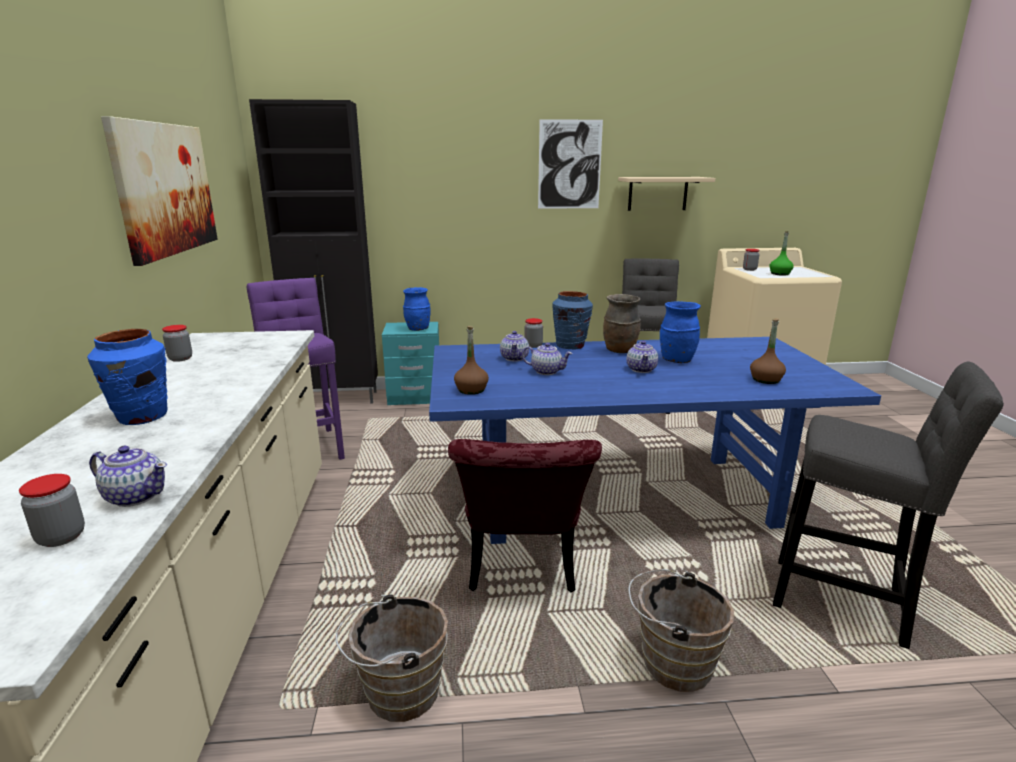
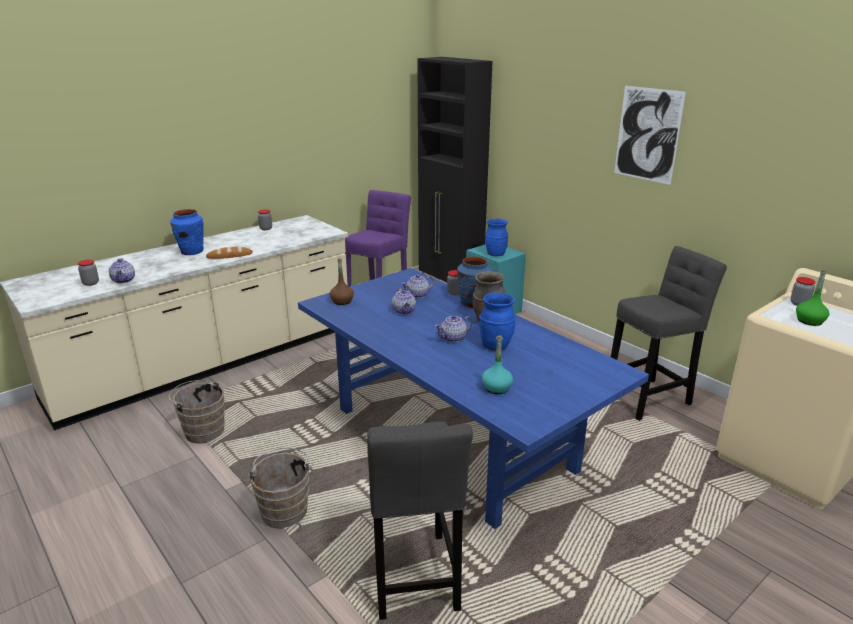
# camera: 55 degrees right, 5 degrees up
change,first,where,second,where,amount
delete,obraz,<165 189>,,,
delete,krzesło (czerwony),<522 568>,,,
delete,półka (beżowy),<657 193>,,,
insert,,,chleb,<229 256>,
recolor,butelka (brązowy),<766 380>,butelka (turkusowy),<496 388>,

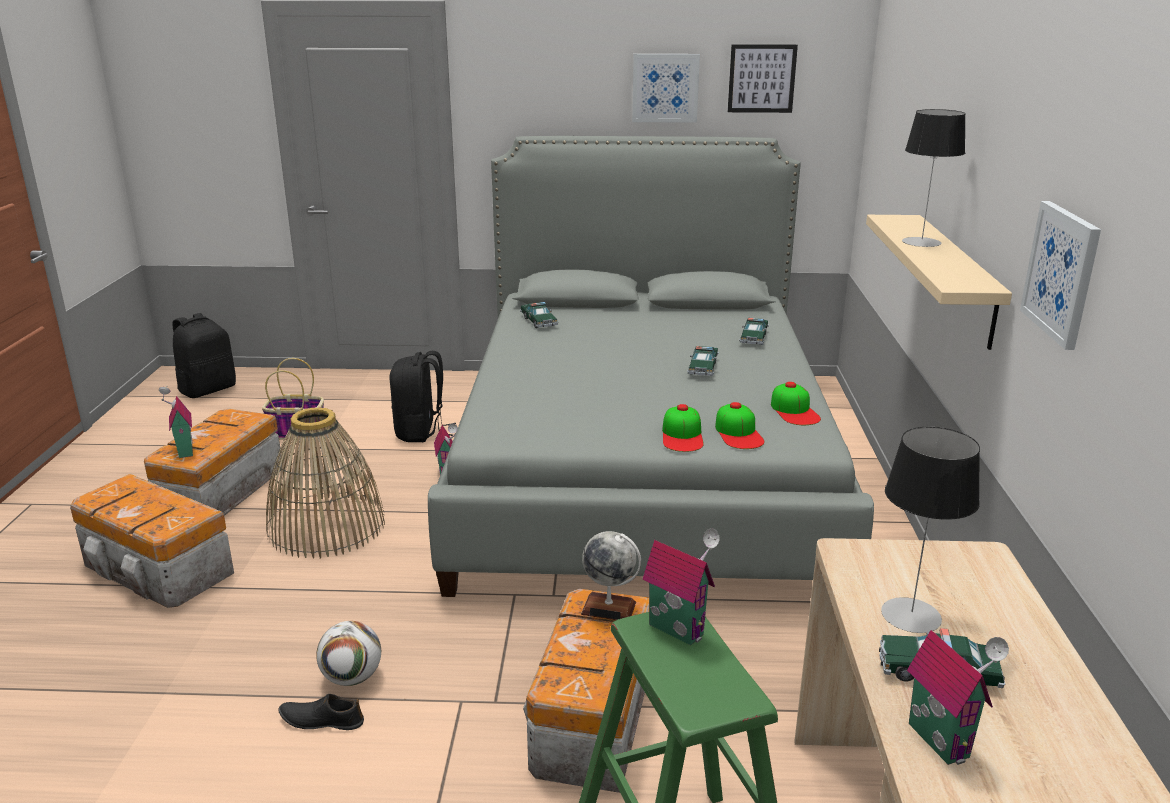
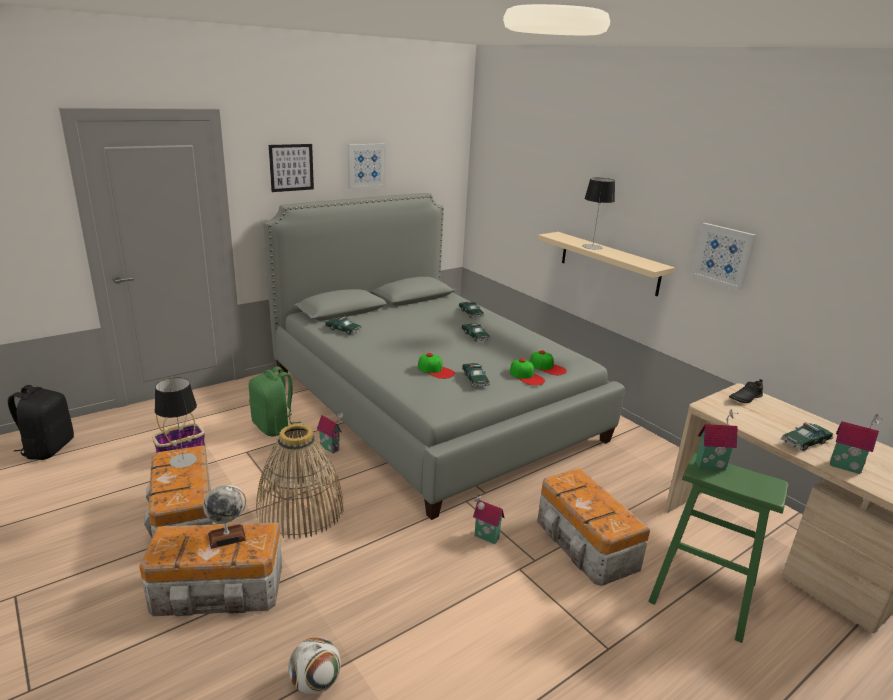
# camera: 40 degrees left, 0 degrees up
change,first,where,second,where,amount
insert,,,samochodzik,<475 379>,
move,domek,<183 451>,,<485 538>,
move,but (czarny),<321 720>,,<745 398>,
move,piłka futbolowa,<352 678>,,<315 683>,
move,globus,<609 608>,,<227 537>,
move,obraz,<761 78>,,<291 167>,
move,czapka z daszkiem,<794 411>,,<435 370>,
move,lampa stołowa,<911 615>,,<183 460>,
recolor,plecak (czarny),<421 432>,plecak (zielony),<274 427>,

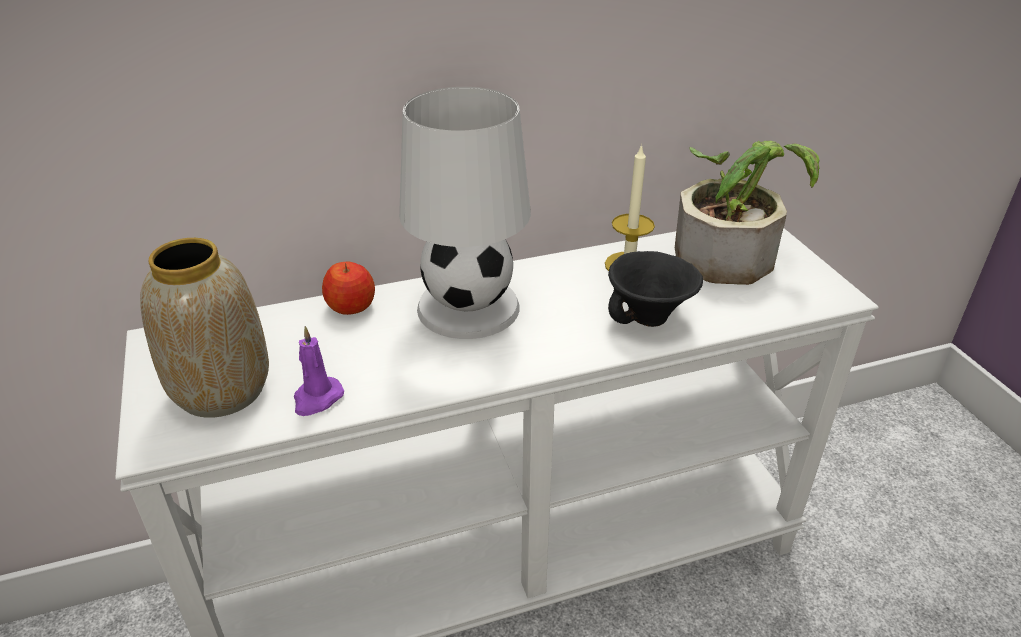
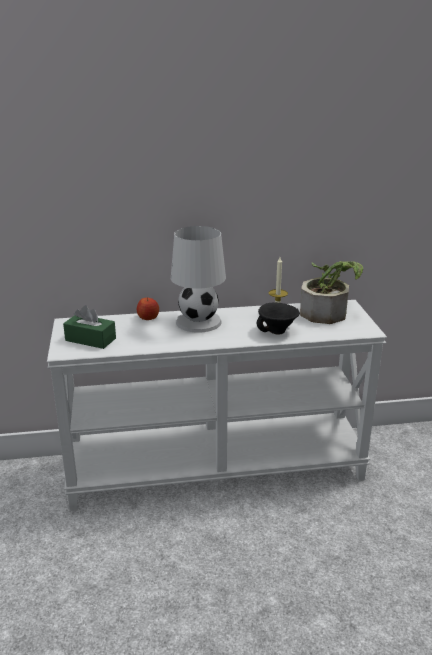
# camera: 10 degrees right, 10 degrees down
change,first,where,second,where,amount
delete,świeca (fioletowy),<317 399>,,,
replace,wazon,<223 390>,pudełko chusteczek (zielony),<90 339>,

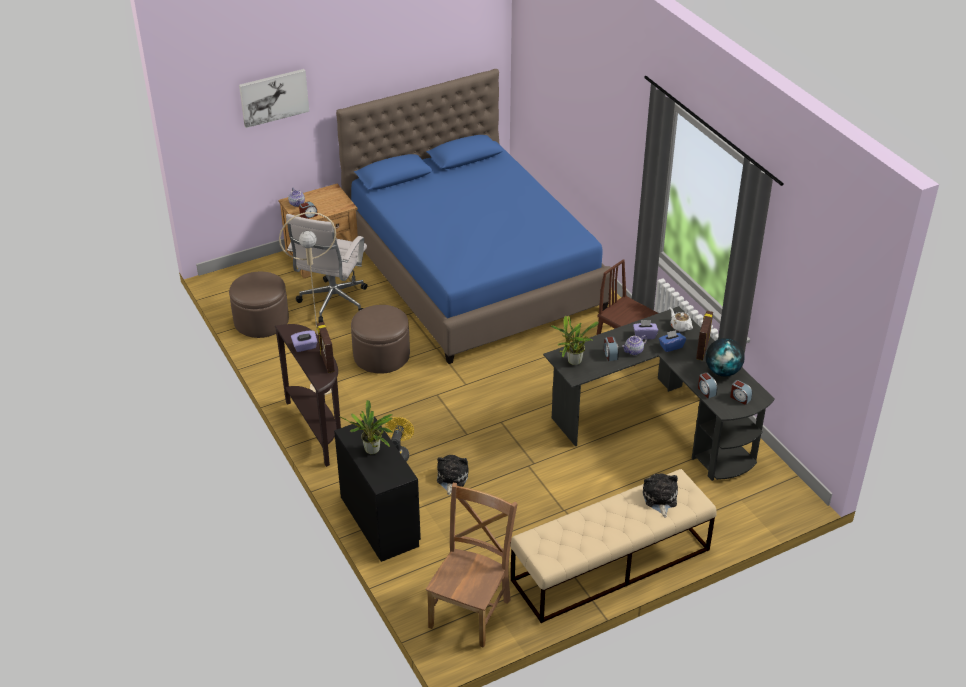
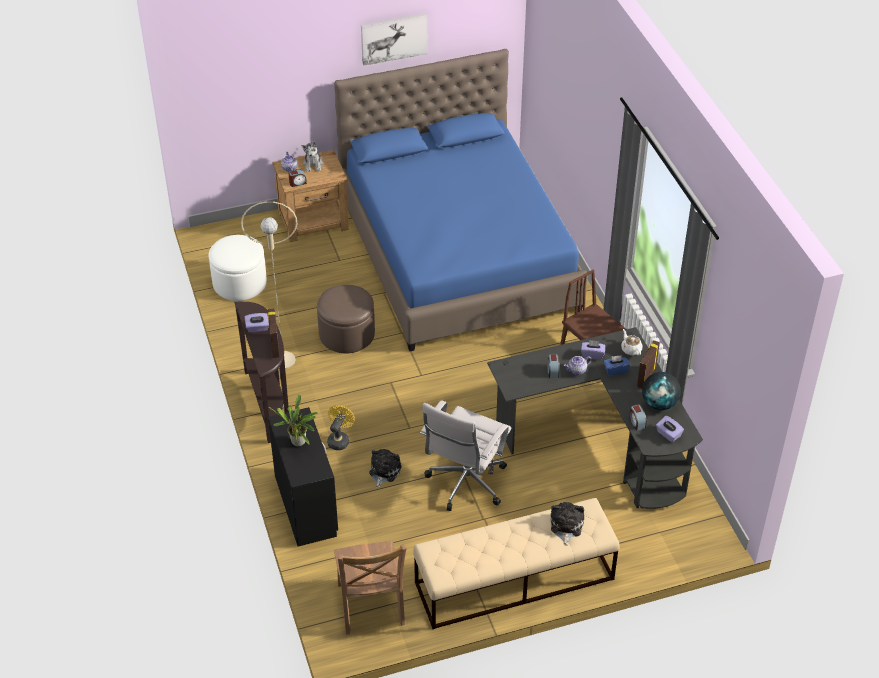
# camera: 10 degrees right, 5 degrees up
change,first,where,second,where,amount
delete,roślina doniczkowa,<573 362>,,,
insert,,,pluszak,<313 164>,
move,obraz,<274 97>,,<393 38>,
move,krzesło biurowe (biały),<332 304>,,<465 484>,
replace,budzik,<740 398>,pudełko chusteczek (fioletowy),<668 434>,
recolor,pufa (brązowy),<261 321>,pufa (biały),<239 283>,
rotate,krzesło (brązowy),<471 610>,,<370 607>,135 degrees clockwise

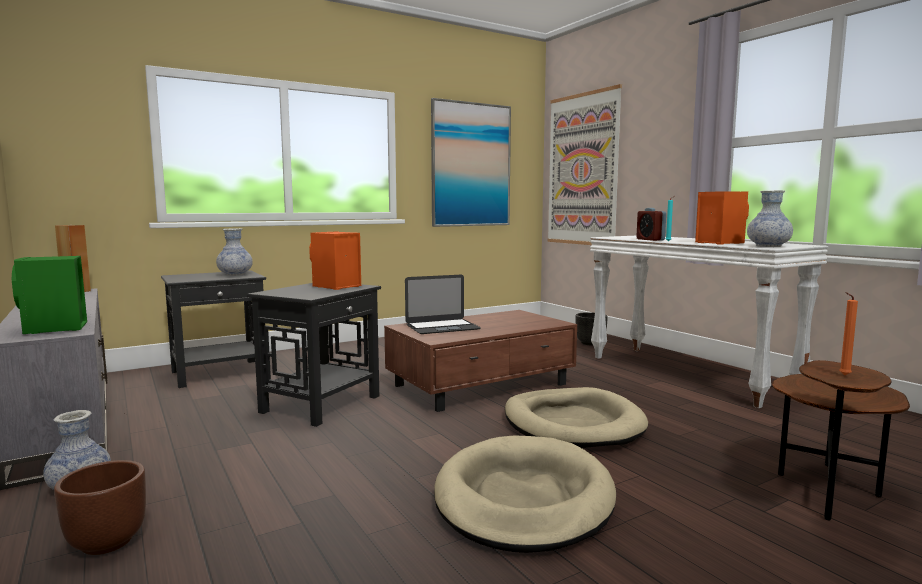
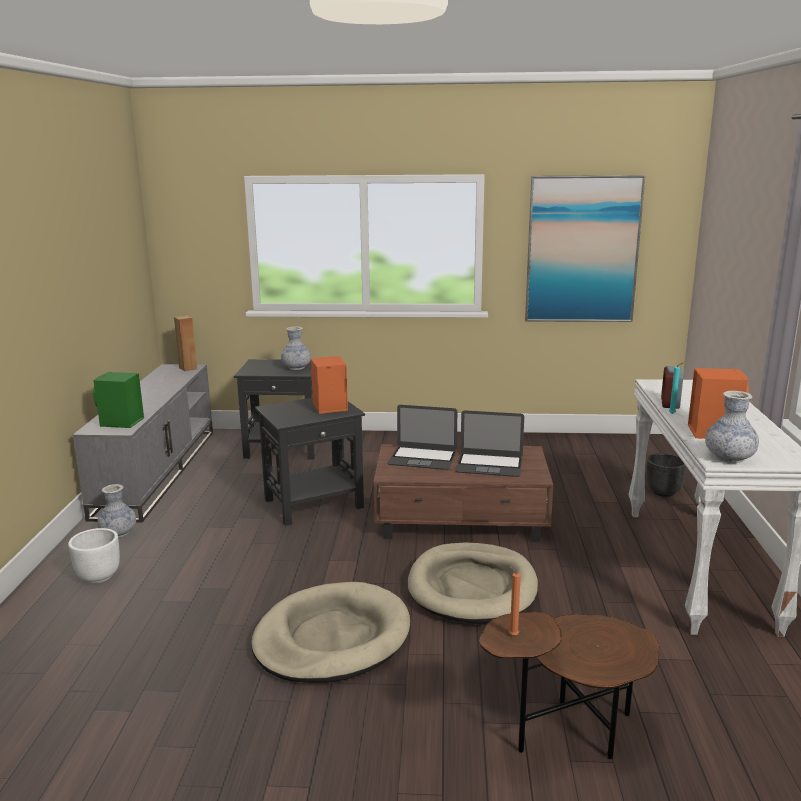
# camera: 35 degrees right, 10 degrees up
change,first,where,second,where,amount
delete,obraz,<582 170>,,,
insert,,,laptop,<489 465>,
recolor,donica (brązowy),<106 542>,donica (biały),<98 576>,

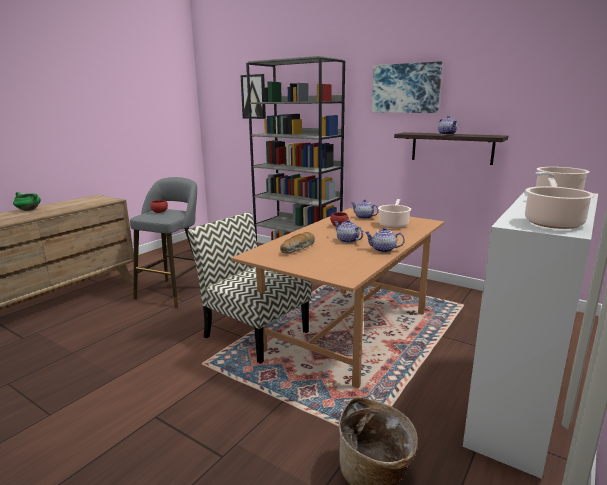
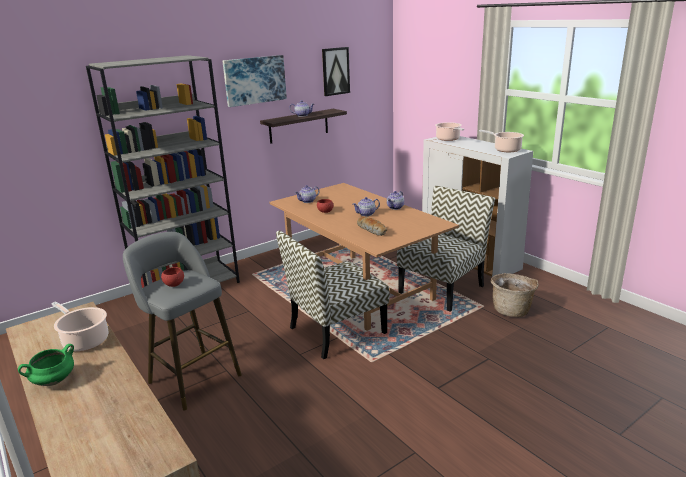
# camera: 70 degrees left, 5 degrees up
change,first,where,second,where,amount
insert,,,krzesło,<442 288>,
move,obraz,<254 96>,,<335 71>,
move,garnek,<393 224>,,<84 340>,

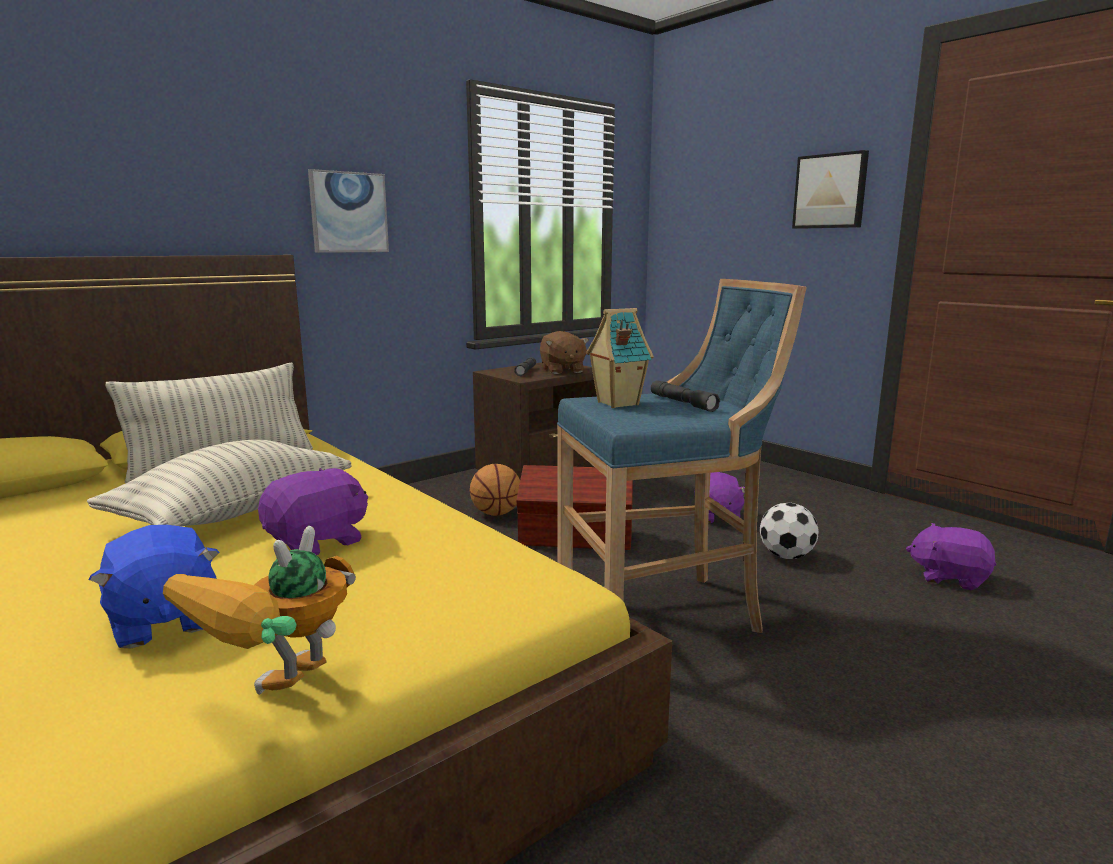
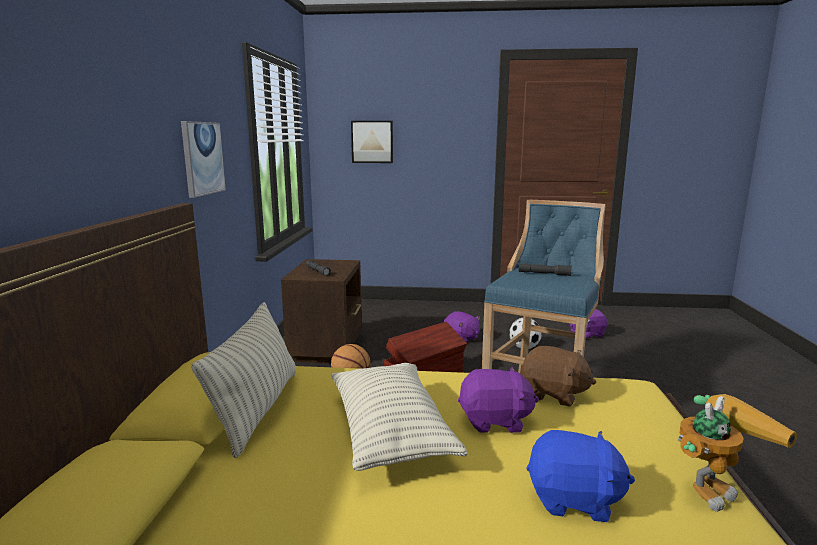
# camera: 45 degrees left, 0 degrees up
change,first,where,second,where,amount
delete,domek,<616 403>,,,
move,pluszak (brązowy),<562 370>,,<554 394>,
move,obraz,<831 191>,,<372 142>,
rotate,robot zabawkowy,<281 701>,,<714 486>,105 degrees counterclockwise
rotate,pluszak (fioletowy),<318 542>,,<495 421>,90 degrees clockwise

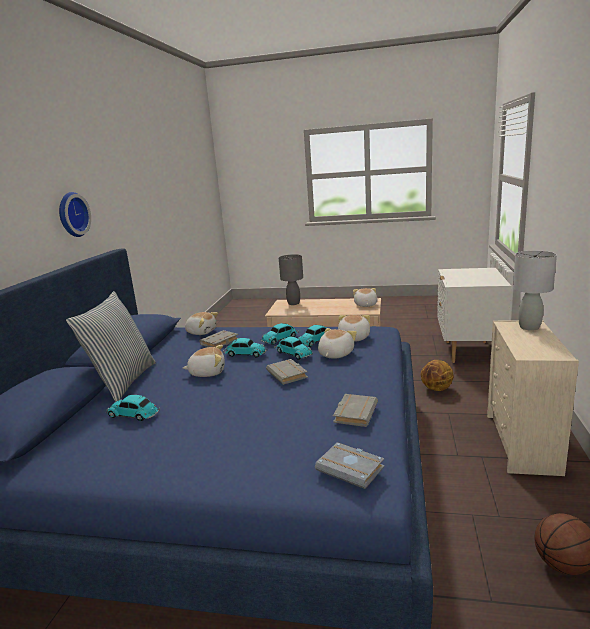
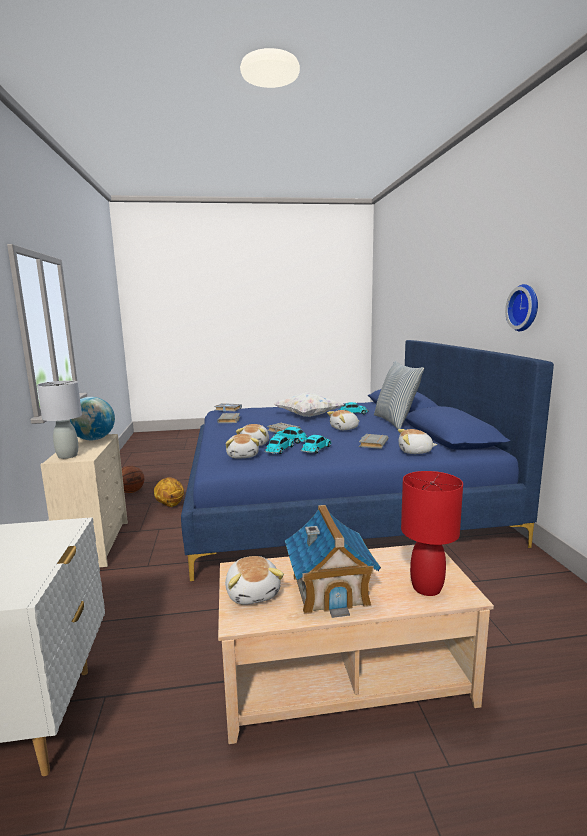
# camera: 160 degrees right, 5 degrees down
change,first,where,second,where,amount
delete,samochodzik,<244 354>,,,
insert,,,globus,<94 439>,
insert,,,poduszka (biały),<307 416>,
insert,,,domek,<330 590>,
move,piłka do koszykówki,<436 389>,,<170 505>,
recolor,lampa stołowa (szary),<293 303>,lampa stołowa (czerwony),<427 588>,

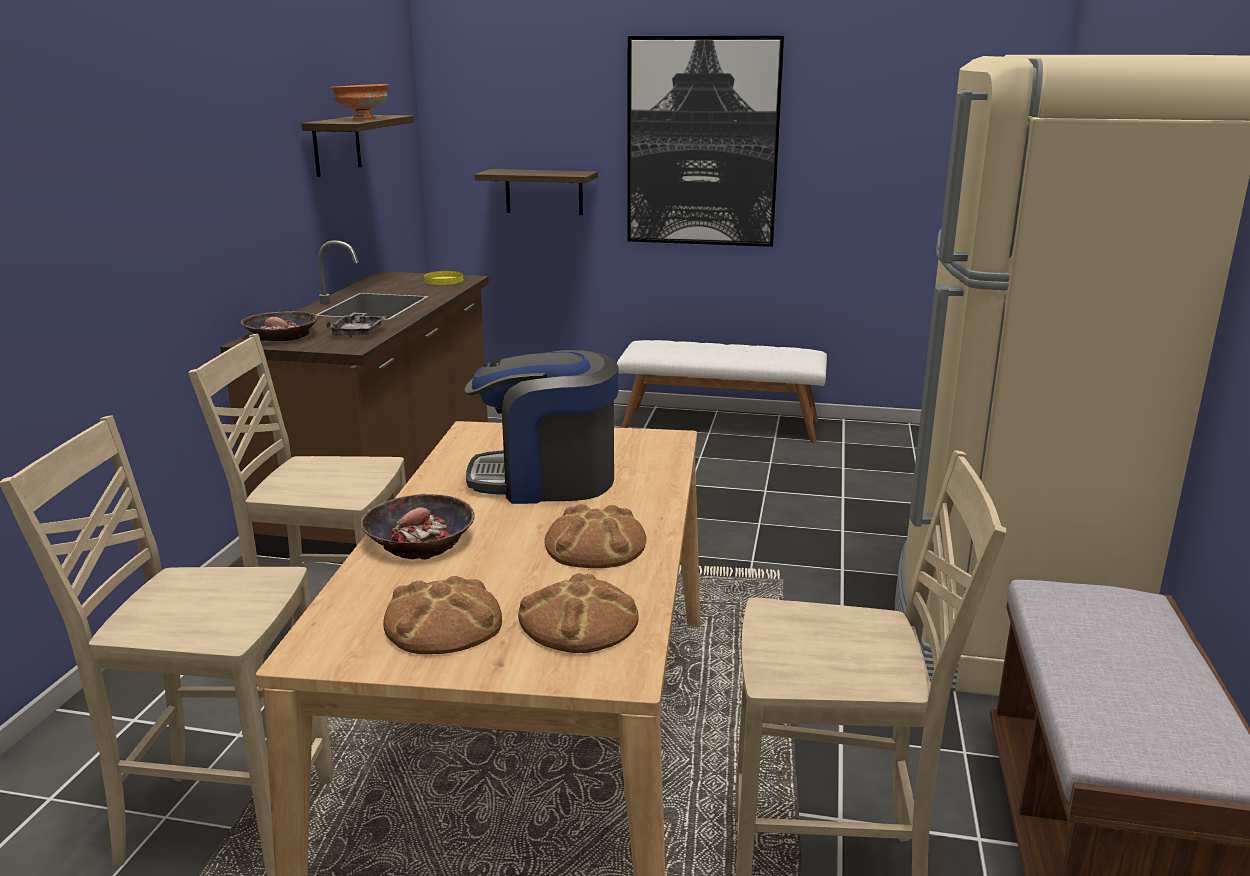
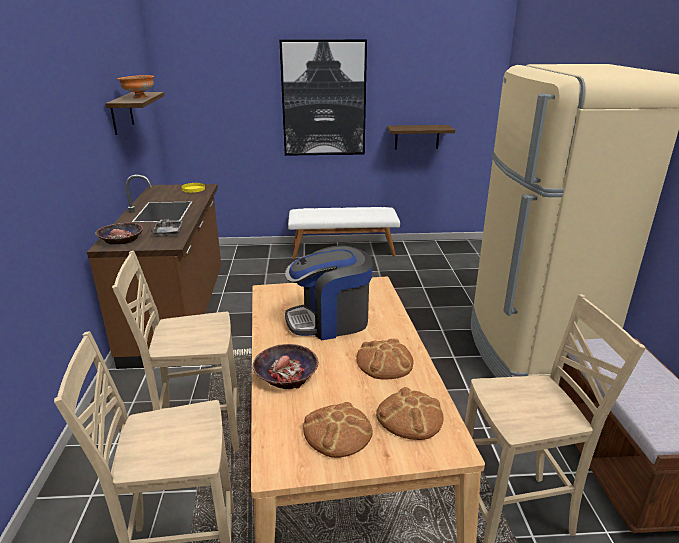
# camera: 15 degrees left, 5 degrees up
change,first,where,second,where,amount
move,półka,<544 192>,,<417 137>,

